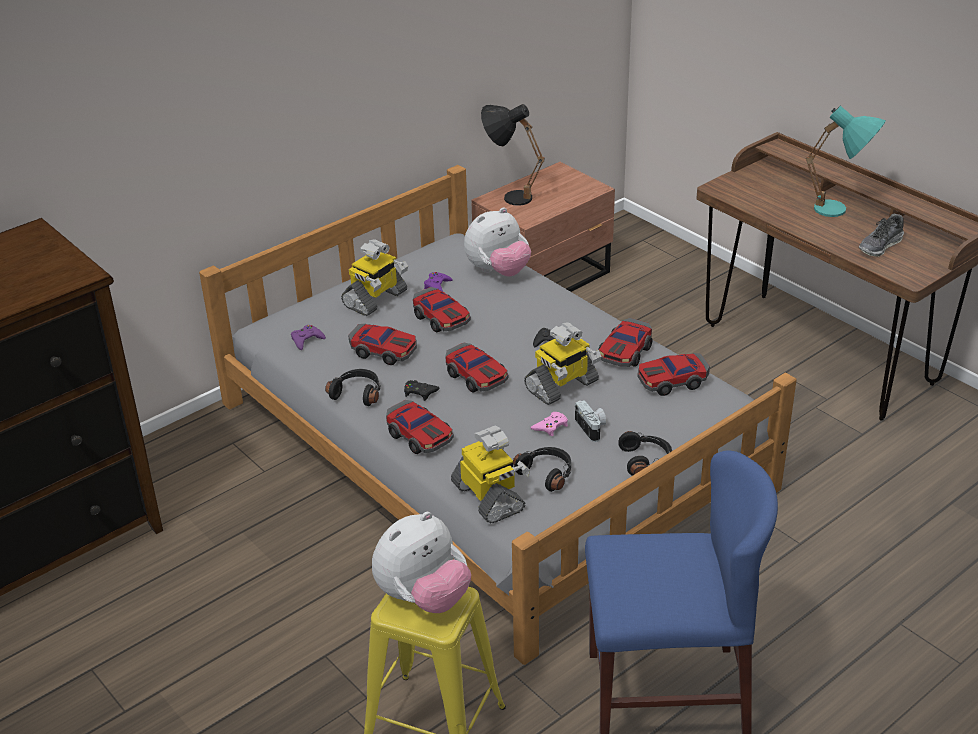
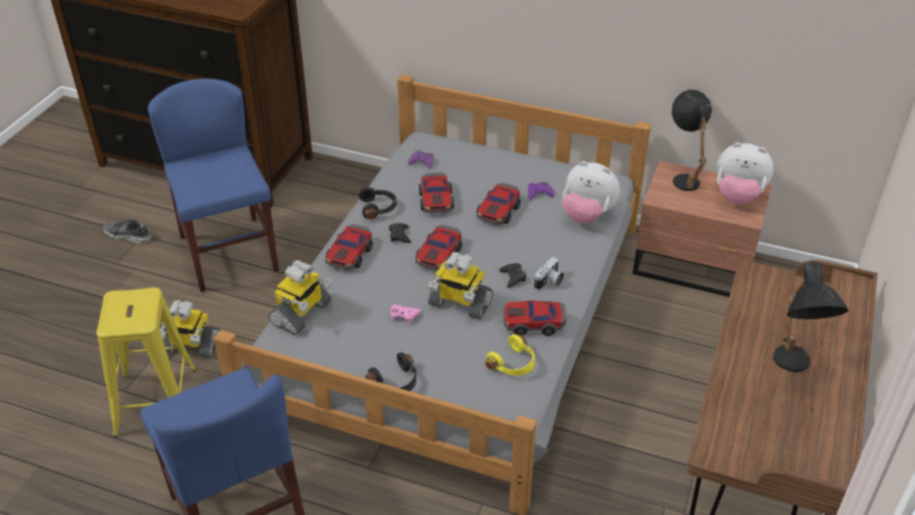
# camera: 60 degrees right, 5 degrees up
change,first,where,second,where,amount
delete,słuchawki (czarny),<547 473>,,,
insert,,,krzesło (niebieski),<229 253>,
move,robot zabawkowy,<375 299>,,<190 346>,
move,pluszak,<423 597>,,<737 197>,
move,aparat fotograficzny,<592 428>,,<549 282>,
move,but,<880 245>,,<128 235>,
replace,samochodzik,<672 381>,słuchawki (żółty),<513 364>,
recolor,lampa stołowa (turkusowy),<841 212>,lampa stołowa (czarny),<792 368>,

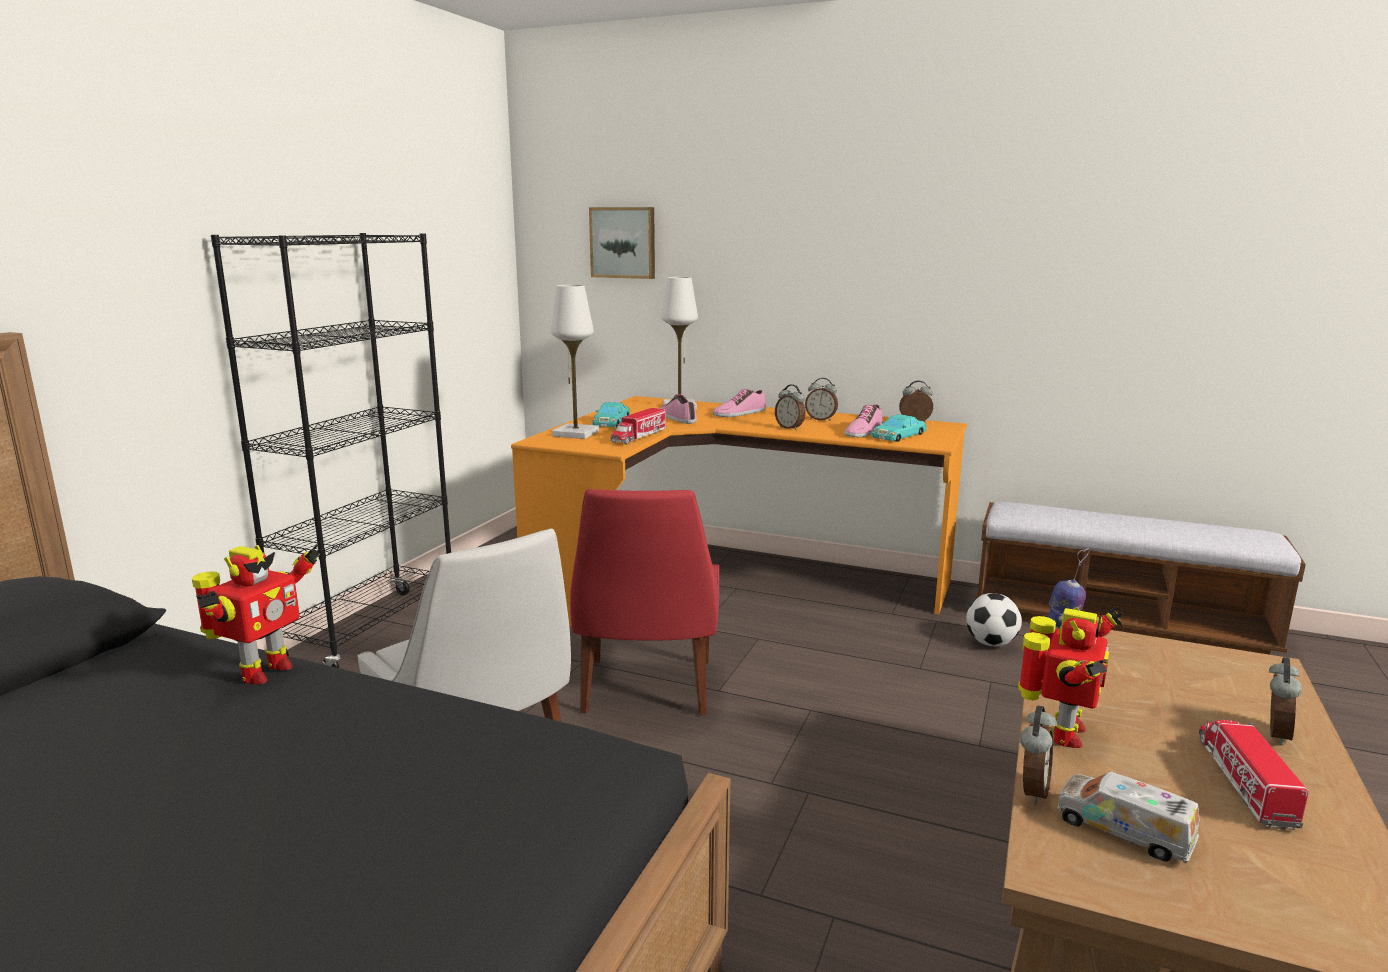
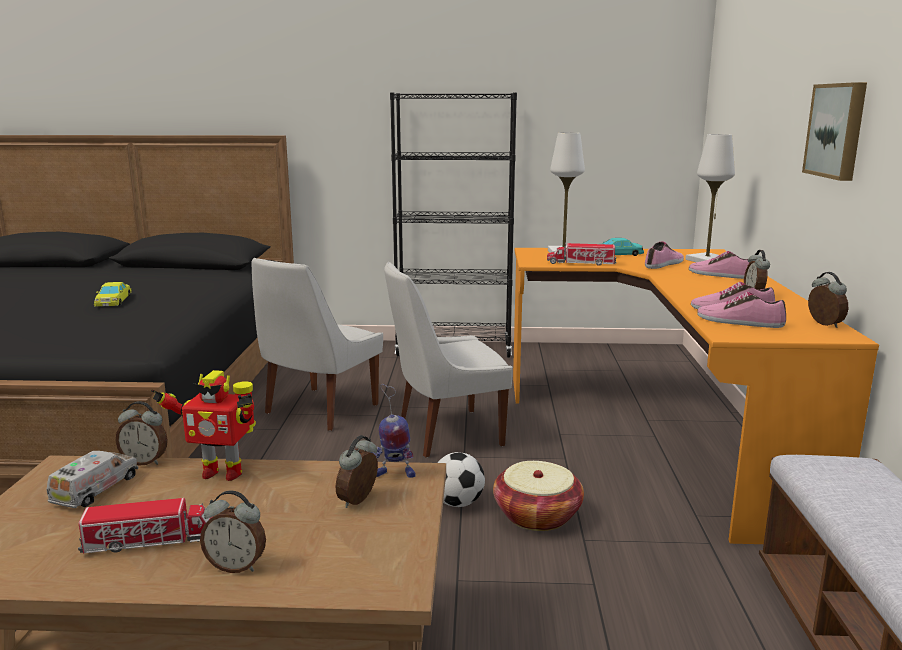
# camera: 70 degrees right, 0 degrees up
change,first,where,second,where,amount
delete,robot zabawkowy,<262 672>,,,
insert,,,samochodzik (żółty),<113 300>,
insert,,,koszyk,<537 515>,
move,obraz,<623 242>,,<837 130>,
move,budzik,<790 428>,,<359 501>,
move,piłka futbolowa,<991 643>,,<458 503>,
replace,samochodzik (turkusowy),<898 436>,but,<739 322>,
recolor,krzesło (czerwony),<646 689>,krzesło (biały),<445 433>,

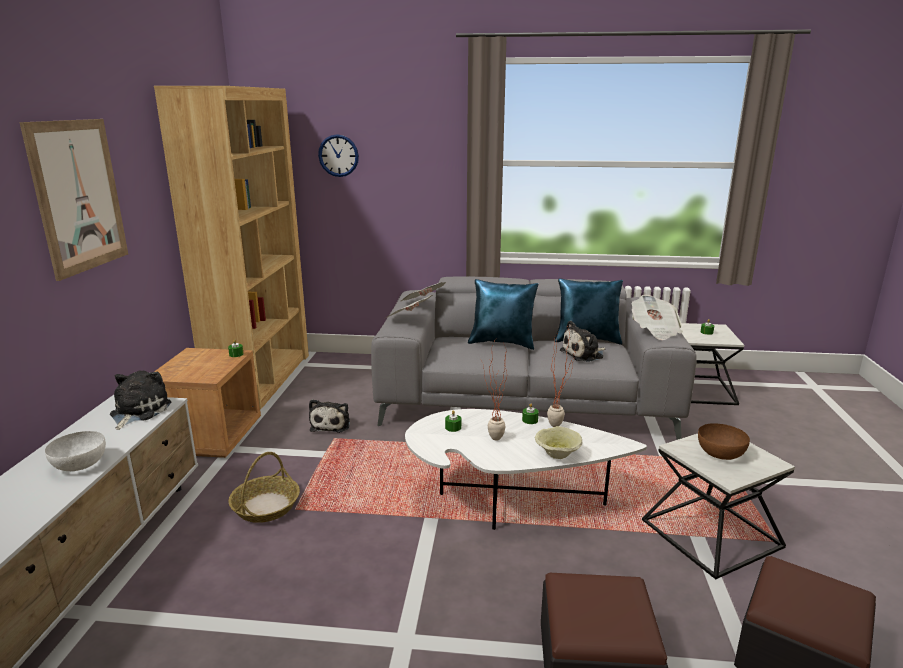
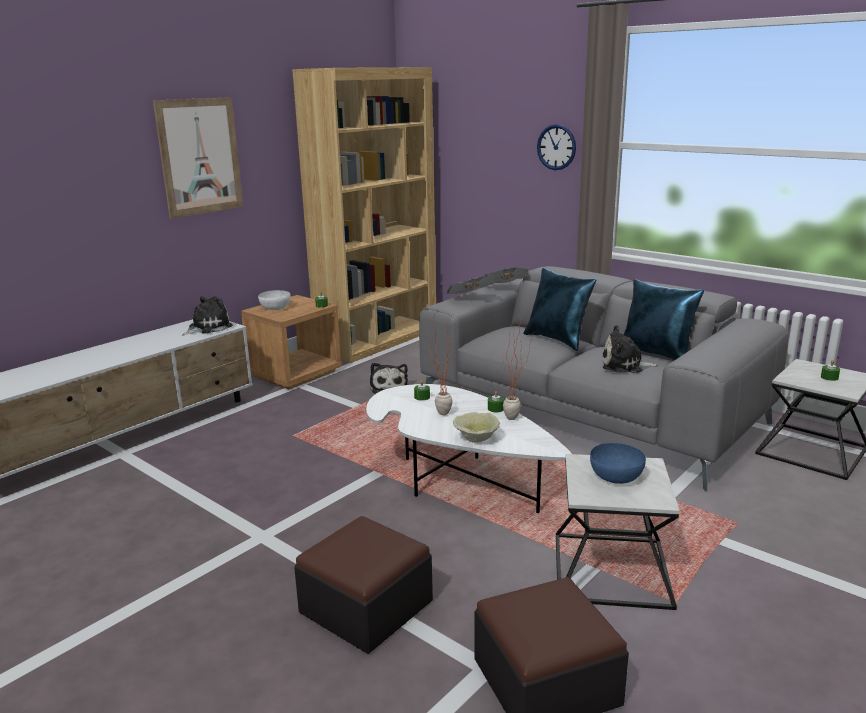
# camera: 35 degrees right, 0 degrees up
change,first,where,second,where,amount
delete,koszyk,<266 506>,,,
delete,gazeta,<655 331>,,,
move,miska (biały),<79 464>,,<275 308>,
move,zegar ścienny,<338 155>,,<556 147>,
recolor,miska (brązowy),<720 453>,miska (niebieski),<615 477>,
rotate,pluszak,<331 424>,,<389 387>,45 degrees counterclockwise

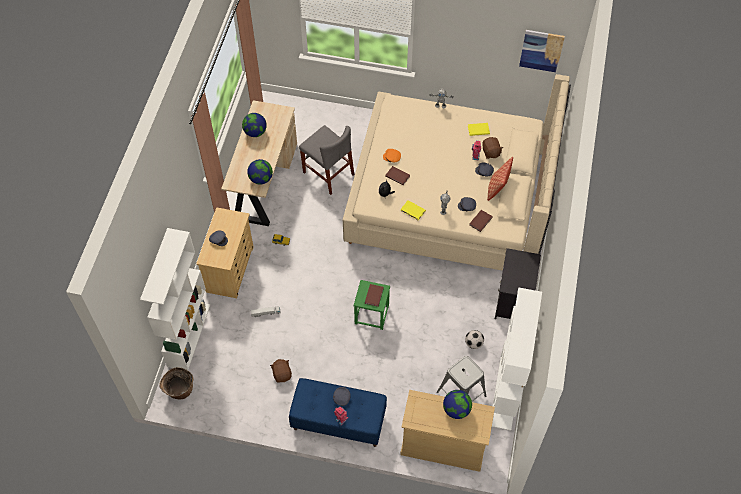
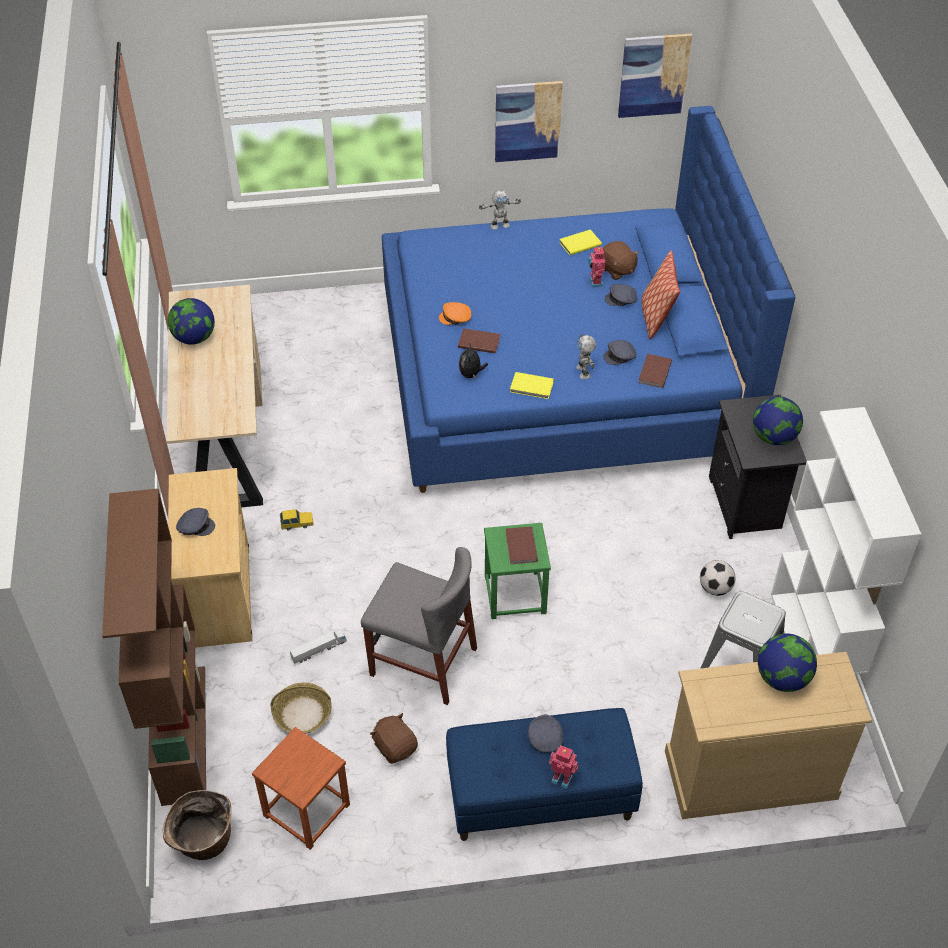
# camera: 20 degrees left, 10 degrees down
change,first,where,second,where,amount
insert,,,stołek (brązowy),<306 810>,
insert,,,koszyk,<303 714>,
insert,,,obraz,<527 121>,
move,globus,<261 179>,,<774 437>,
move,krzesło (szary),<328 173>,,<423 661>,
recolor,regał (biały),<188 335>,regał (brązowy),<183 733>,
recolor,łóżko (beżowy),<451 198>,łóżko (niebieski),<563 378>,

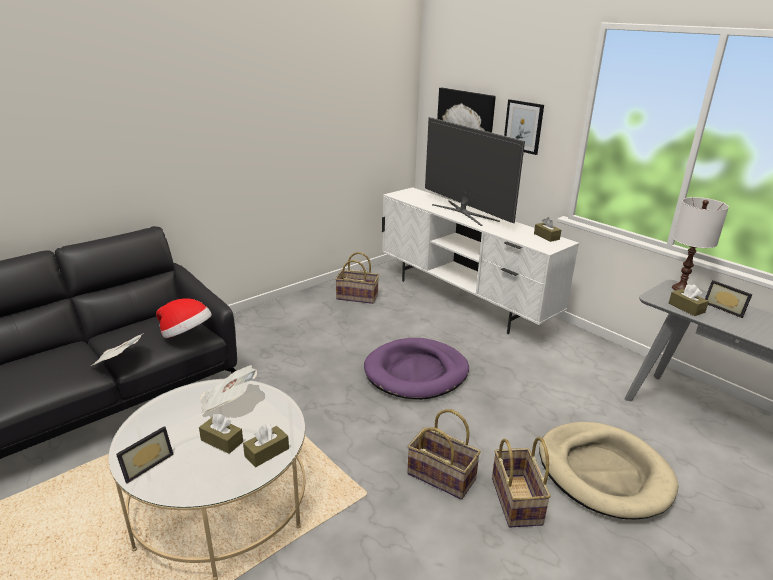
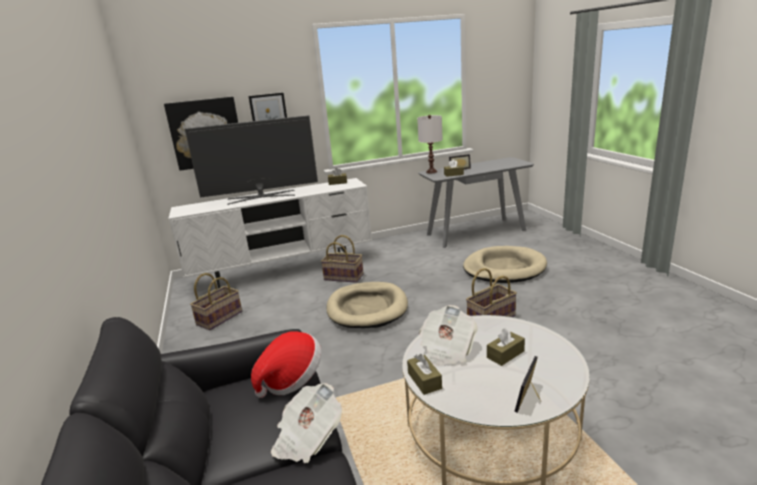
# camera: 65 degrees left, 5 degrees down
change,first,where,second,where,amount
move,pudełko chusteczek (brązowy),<267 452>,,<424 381>,
move,koszyk,<517 501>,,<344 277>,
recolor,legowisko (fioletowy),<416 372>,legowisko (beżowy),<367 308>,
rotate,ramka na zdjęcie,<145 464>,,<531 398>,120 degrees counterclockwise

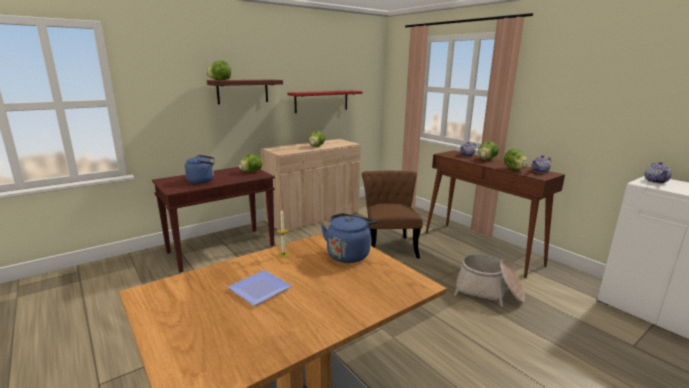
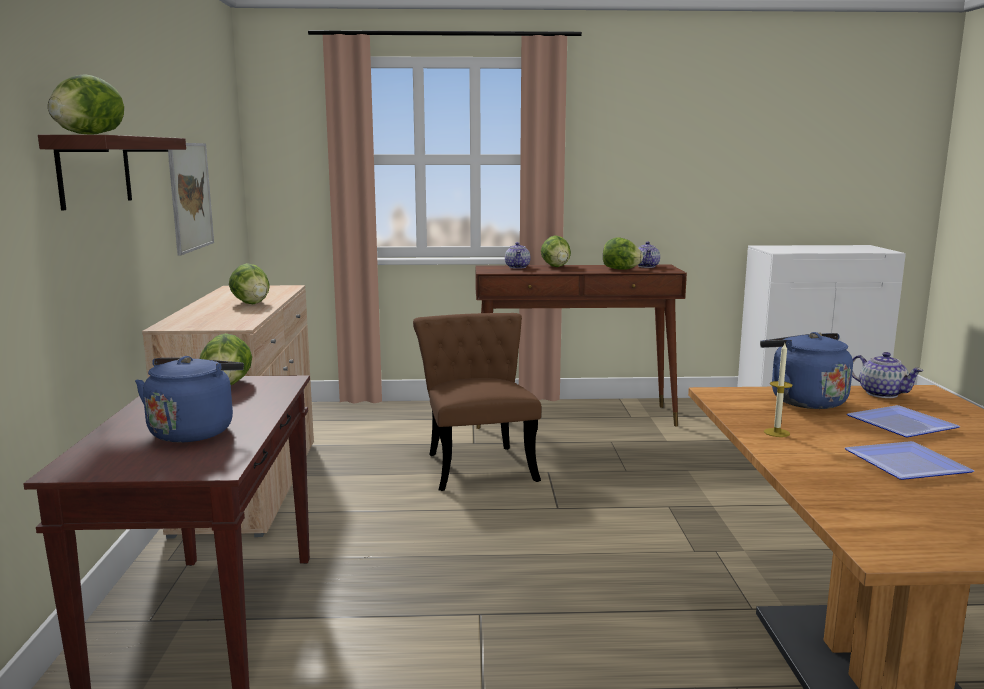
# camera: 55 degrees left, 5 degrees down
change,first,where,second,where,amount
delete,koszyk,<488 291>,,,
insert,,,talerz,<897 425>,
move,imbryk,<655 181>,,<881 393>,
replace,półka (czerwony),<321 101>,obraz,<190 196>,
rotate,krzesło (brązowy),<389 245>,,<477 464>,45 degrees clockwise

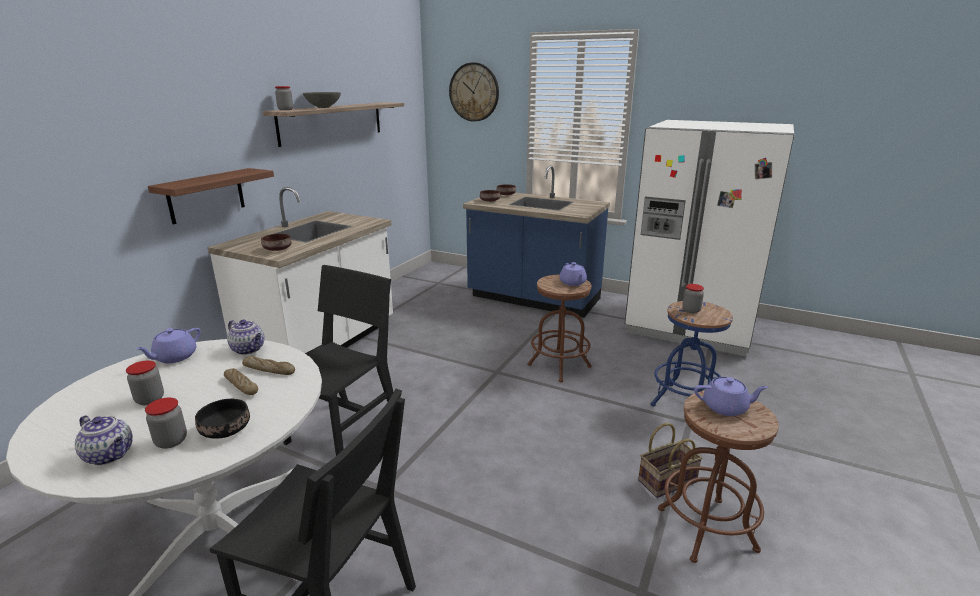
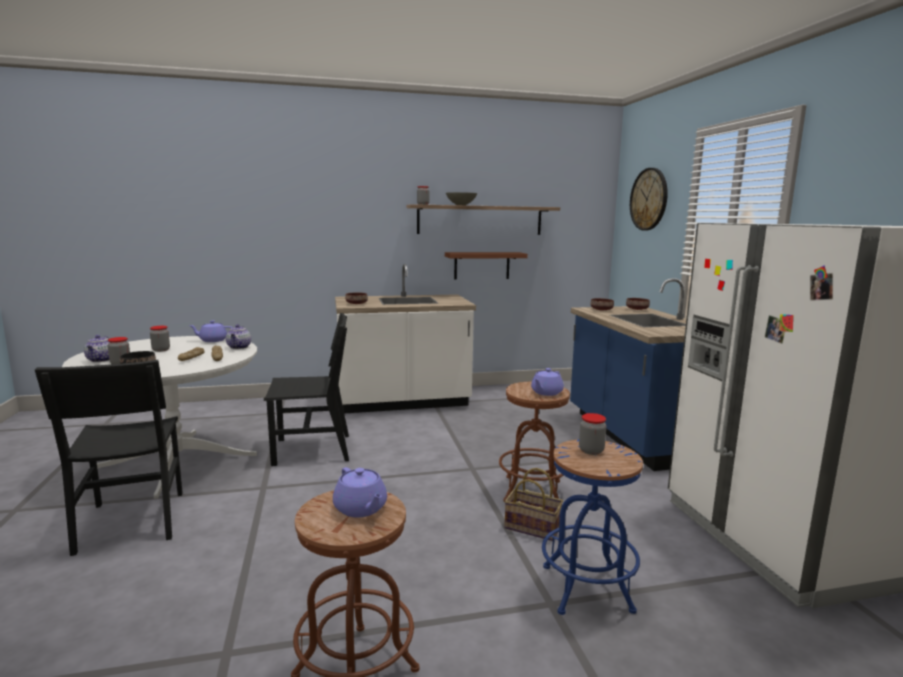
# camera: 50 degrees right, 10 degrees down
change,first,where,second,where,amount
move,półka,<206 195>,,<482 265>,
move,koszyk,<667 480>,,<534 528>,

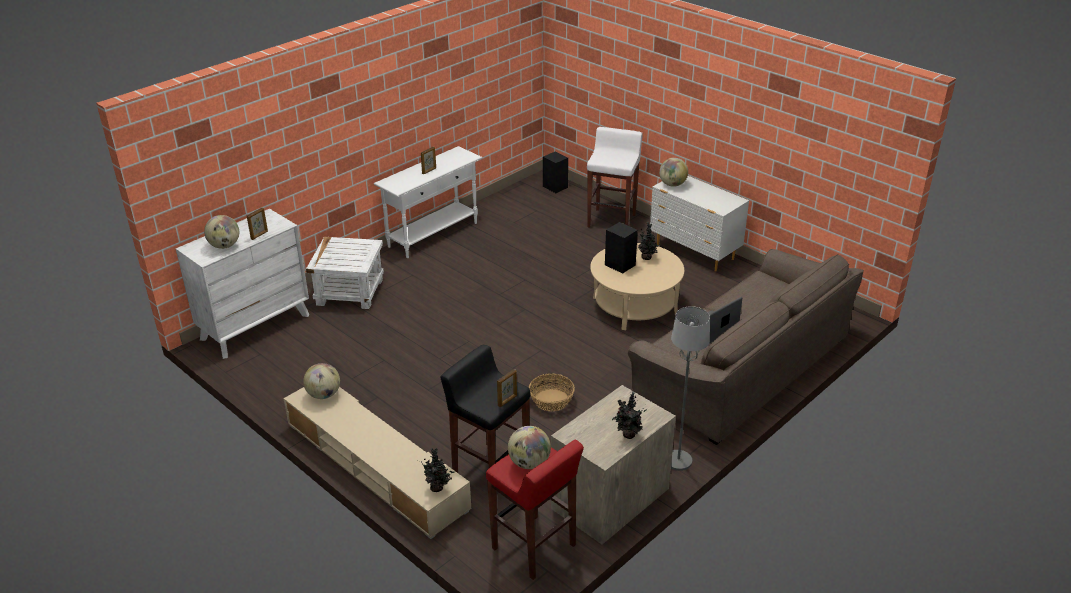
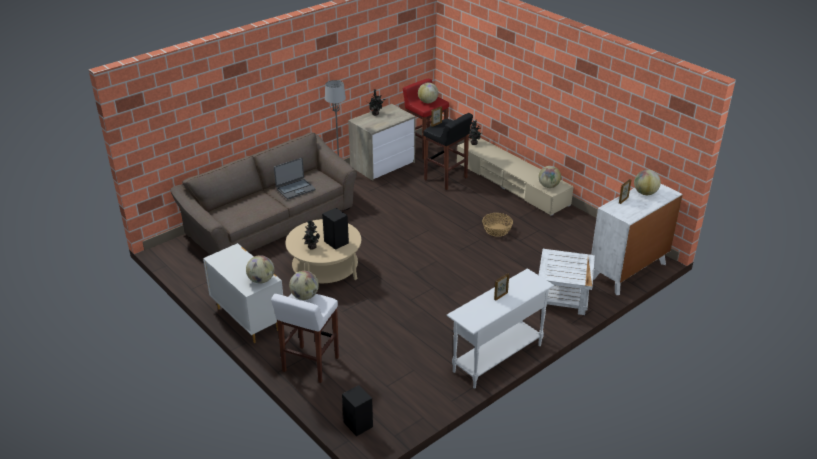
# camera: 175 degrees left, 0 degrees up
change,first,where,second,where,amount
insert,,,globus,<305 296>,
move,koszyk,<551 400>,,<497 230>,

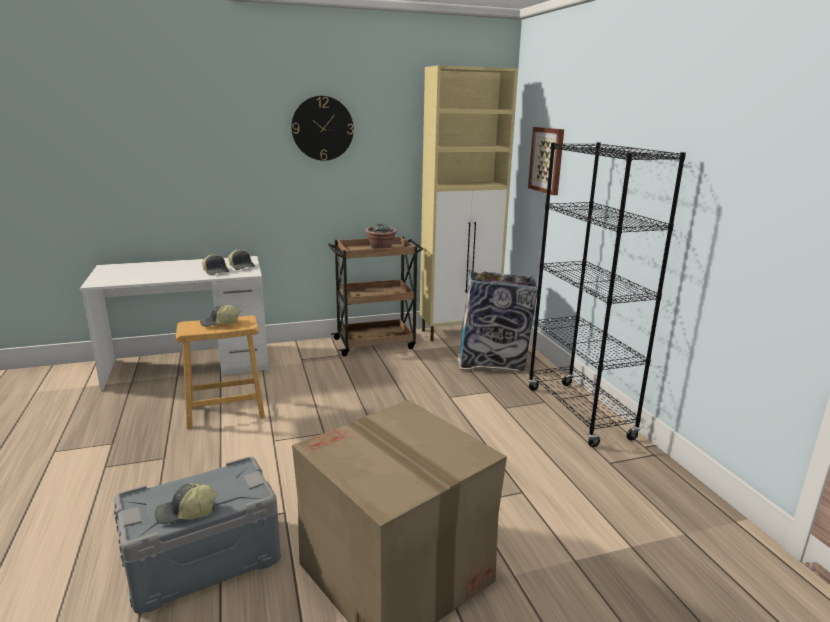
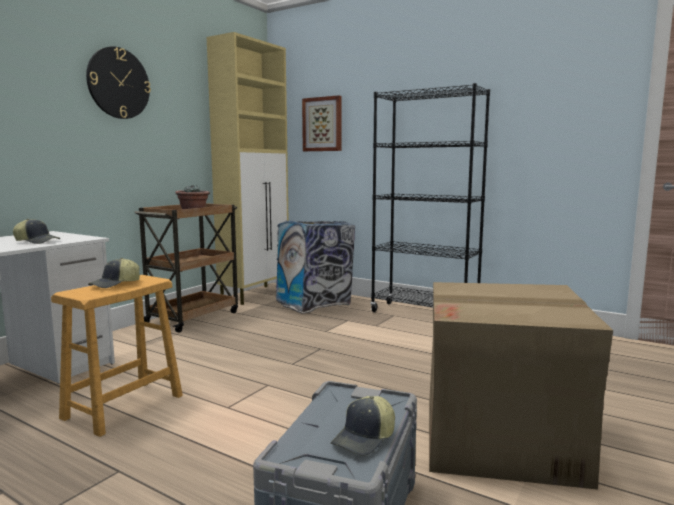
# camera: 40 degrees left, 10 degrees down
change,first,where,second,where,amount
delete,czapka z daszkiem,<242 266>,,,

